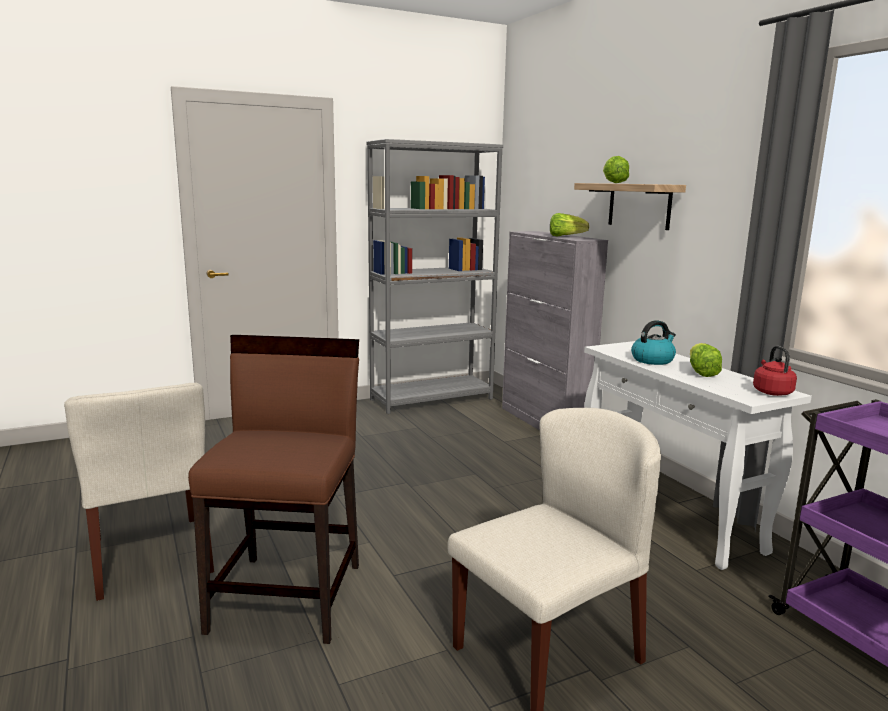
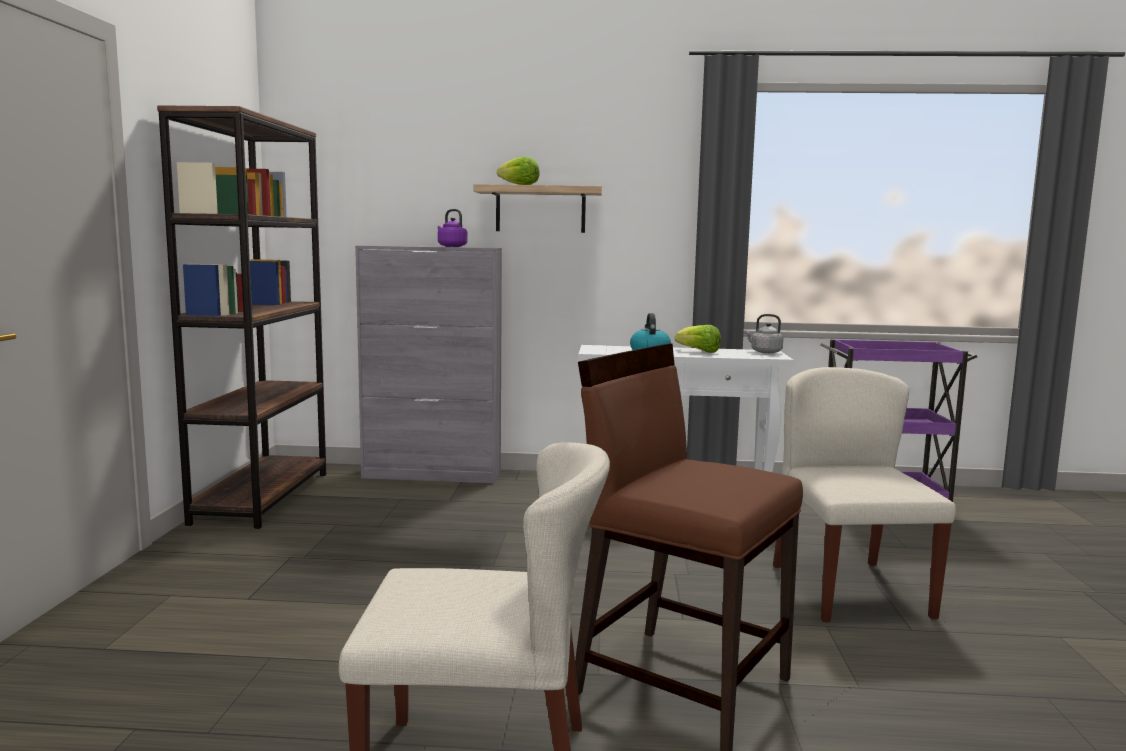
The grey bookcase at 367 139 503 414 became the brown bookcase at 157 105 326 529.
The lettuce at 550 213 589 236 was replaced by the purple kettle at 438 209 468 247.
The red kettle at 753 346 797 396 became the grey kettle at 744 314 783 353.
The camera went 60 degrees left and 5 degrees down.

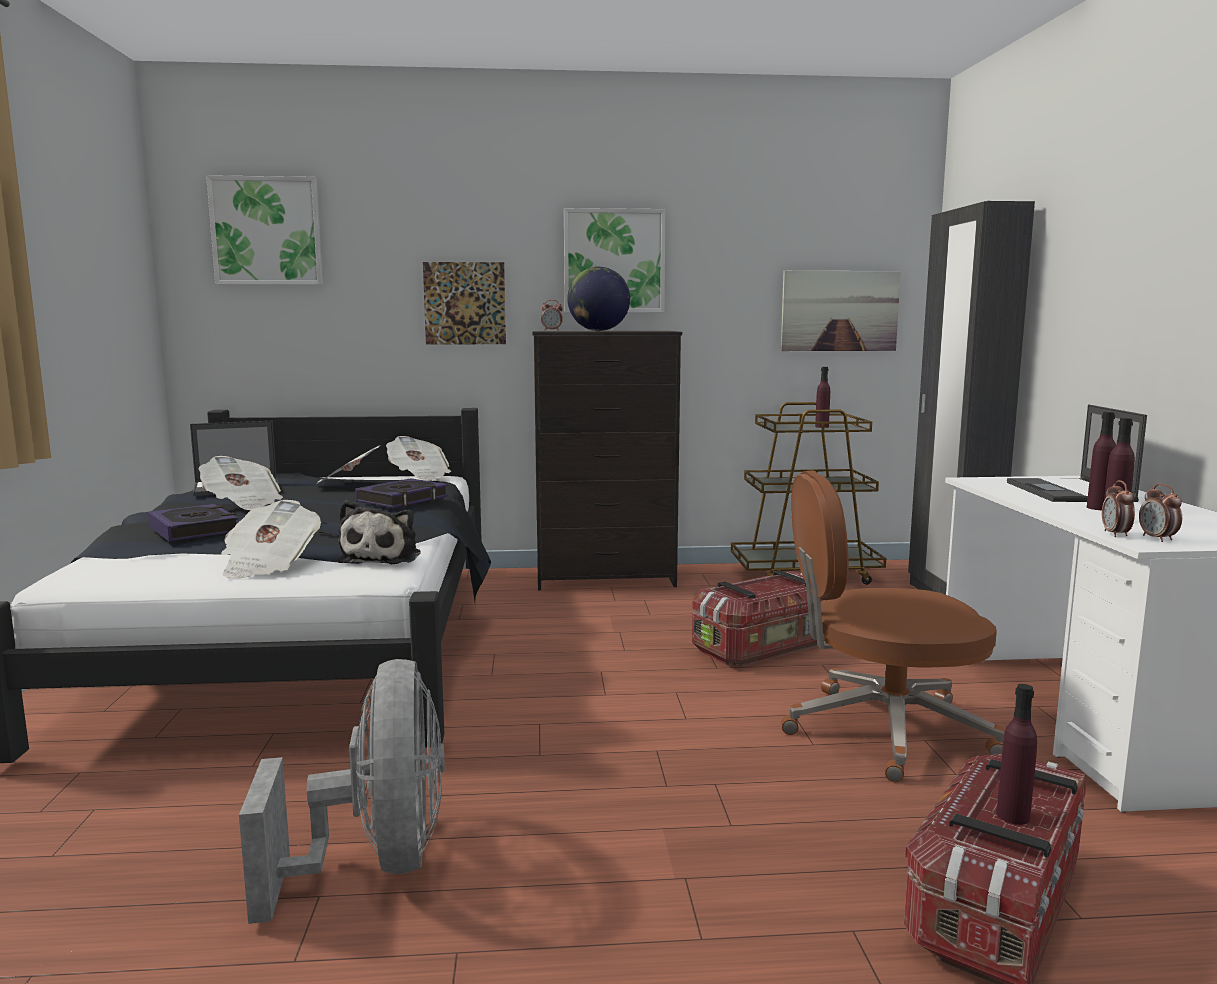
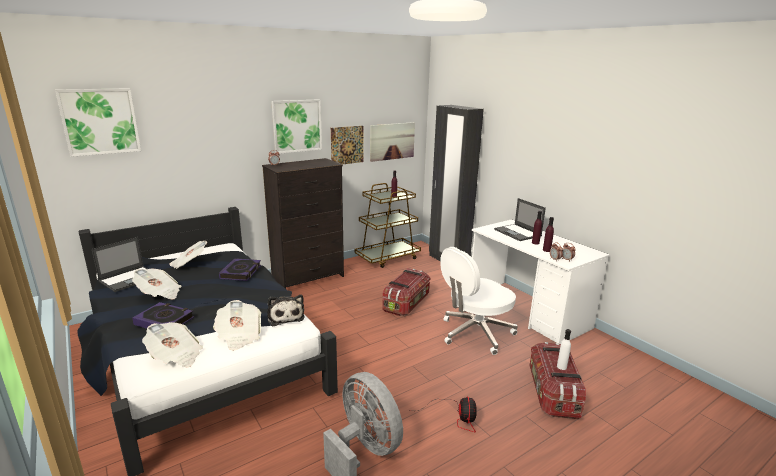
The newspaper moved from 386 436 451 481 to 142 322 203 367.
The picture moved from 423 262 506 344 to 331 126 363 164.
The fan at 417 397 477 432 appeared.
The brown office chair at 781 470 1005 782 became the white office chair at 440 247 518 355.
The purple bottle at 996 684 1037 825 became the white bottle at 557 329 571 370.
The globe at 567 267 630 331 disappeared.
The camera went 30 degrees left and 10 degrees up.

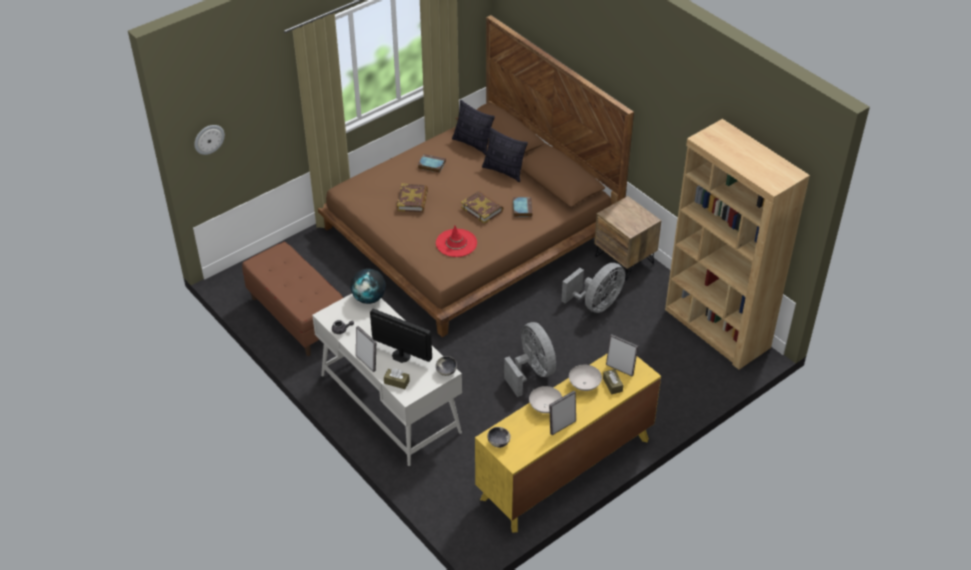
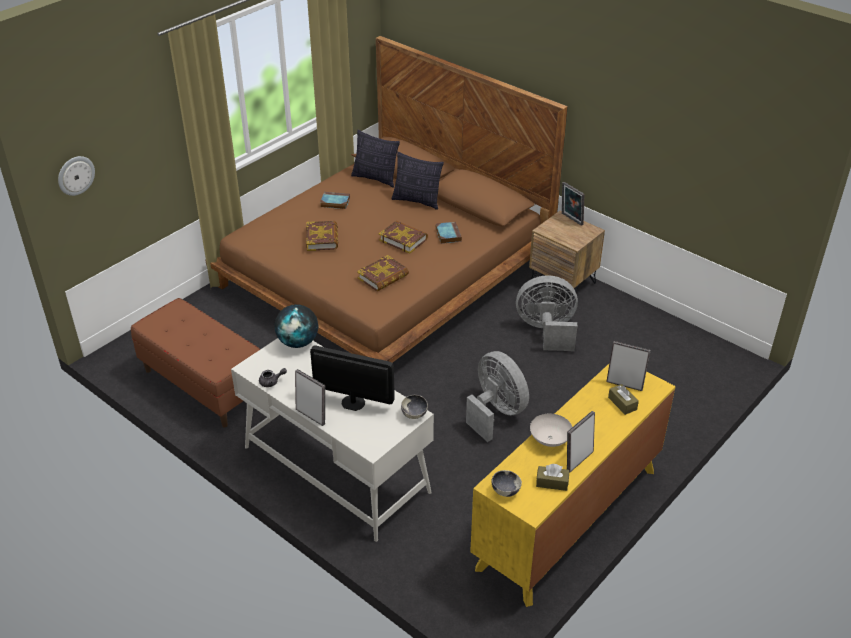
The red hat at 436 226 477 257 was replaced by the book at 357 255 409 292.
The grey fan at 561 263 625 313 turned 120 degrees counterclockwise.
The brown tissue box moved from 384 368 410 389 to 536 464 569 491.
The picture frame at 562 182 584 226 appeared.
The white bowl at 569 364 602 391 disappeared.
The brown bookcase at 665 119 810 370 disappeared.
The camera went 10 degrees left and 5 degrees down.

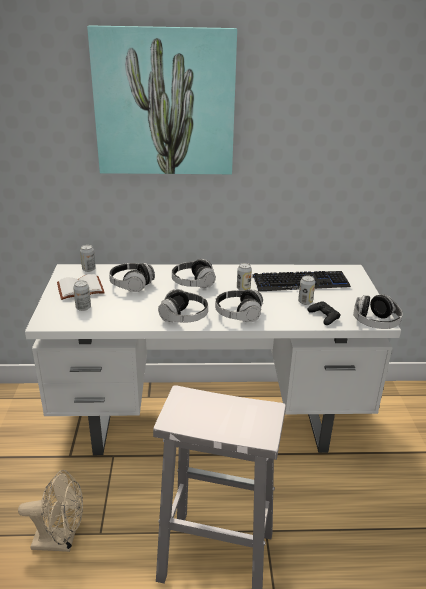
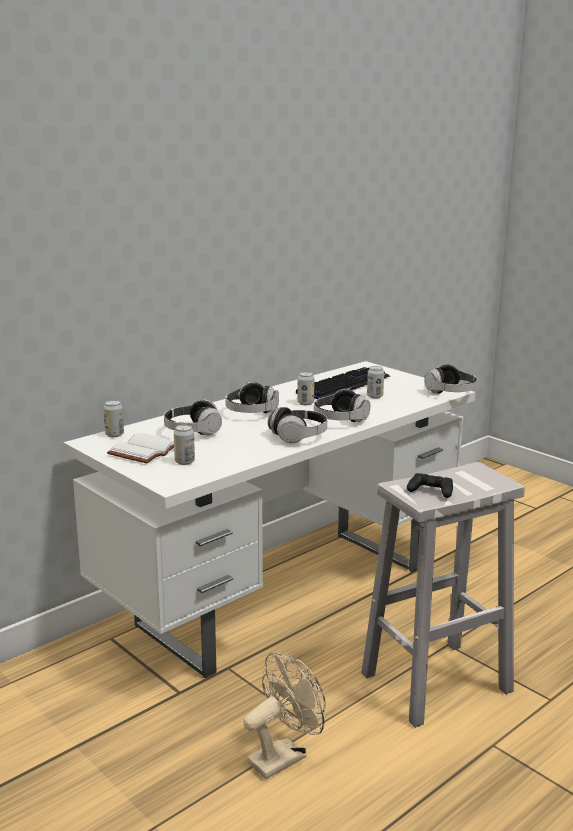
The black game controller moved from 307 301 340 325 to 407 473 453 498.
The picture at 87 25 237 174 disappeared.
The camera went 40 degrees left and 10 degrees down.

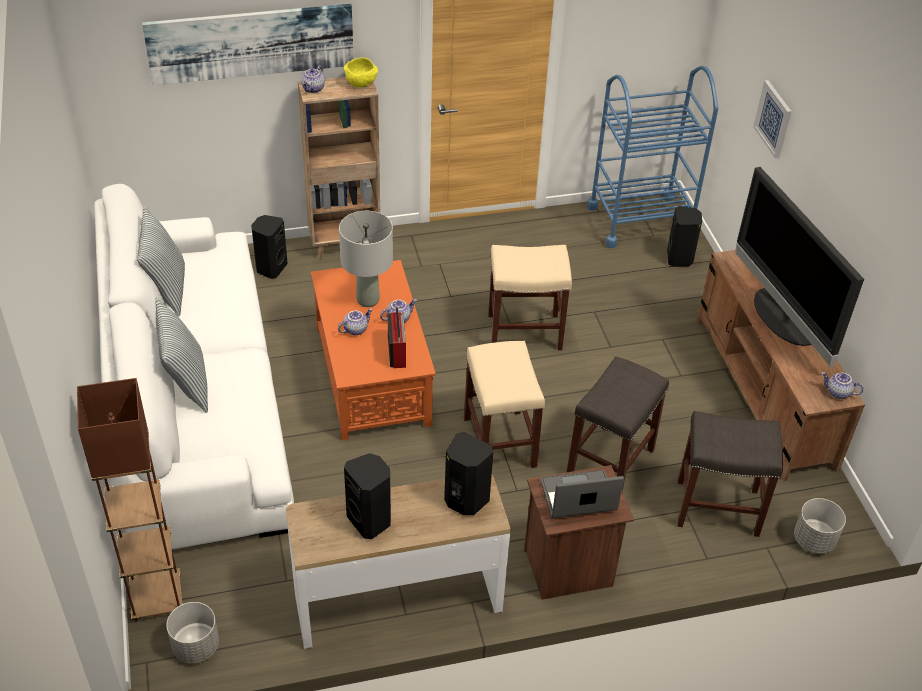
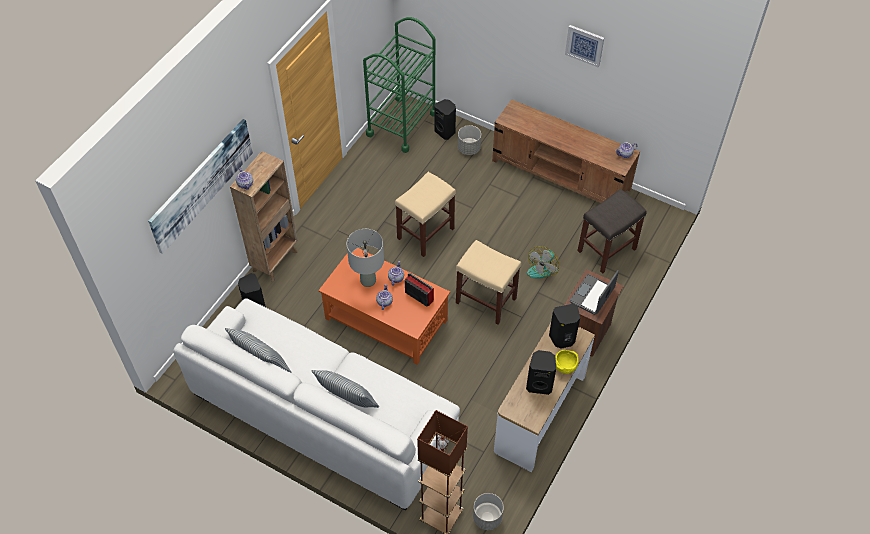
The blue cart at 587 66 718 248 became the green cart at 363 17 435 153.
The grey planter moved from 794 498 846 554 to 458 125 481 155.
The grey stool at 567 356 669 491 was replaced by the fan at 527 246 559 279.
The yellow bowl moved from 344 57 378 88 to 555 350 579 374.
The picture moved from 753 80 792 159 to 565 25 604 67.
The television at 735 167 864 368 disappeared.
The camera went 45 degrees left and 10 degrees up.

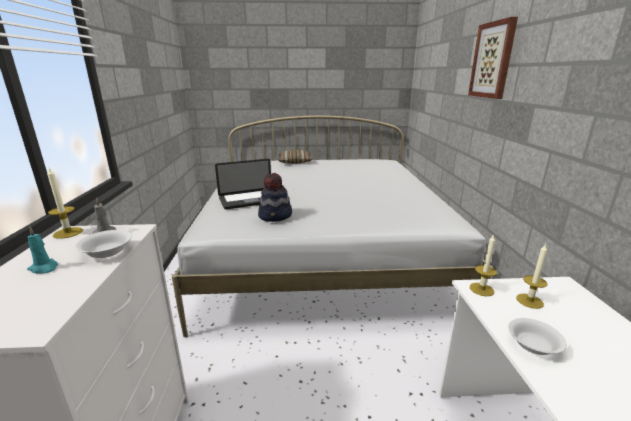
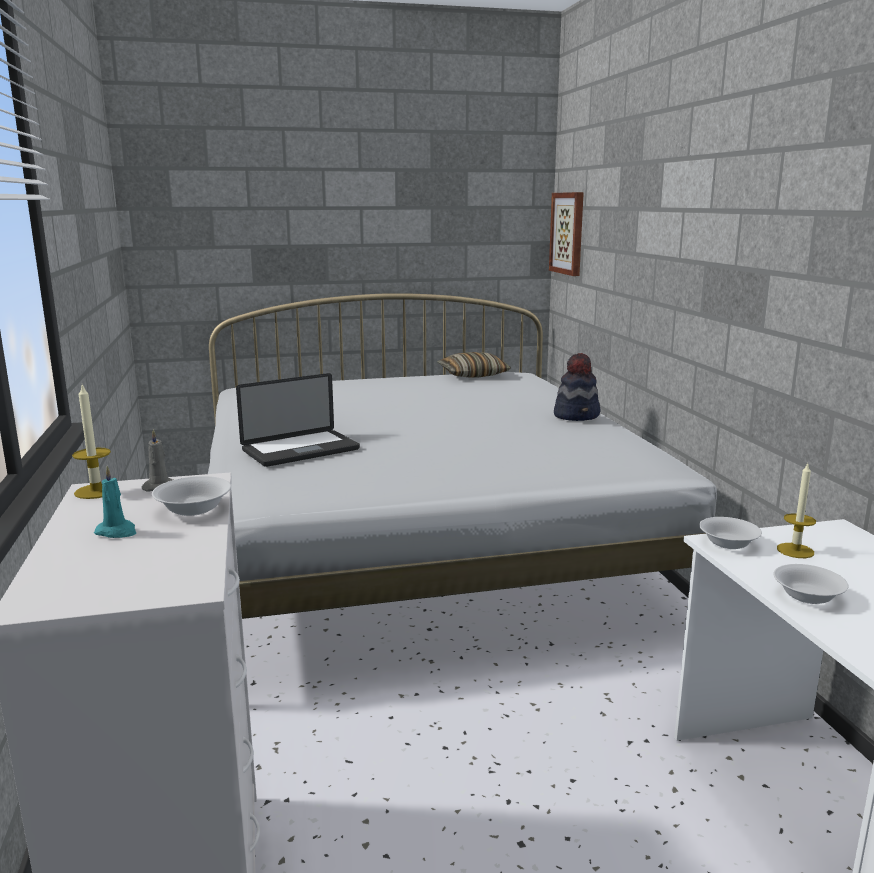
The pillow moved from 279 149 312 164 to 437 352 511 378.
The picture moved from 468 17 518 99 to 549 192 584 276.
The hat moved from 258 173 292 222 to 554 353 600 421.
The candle at 470 234 497 296 was replaced by the white bowl at 699 517 762 549.
The camera went 10 degrees left and 5 degrees down.

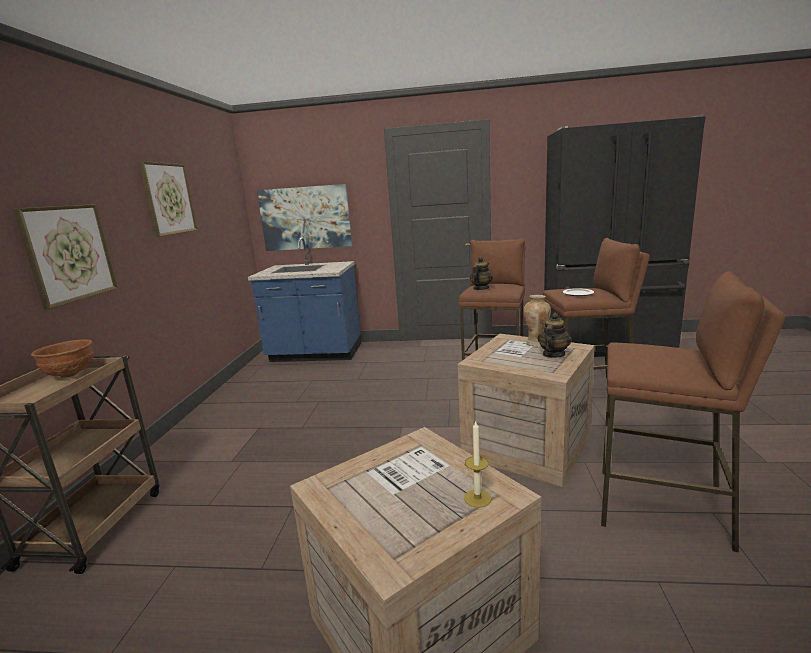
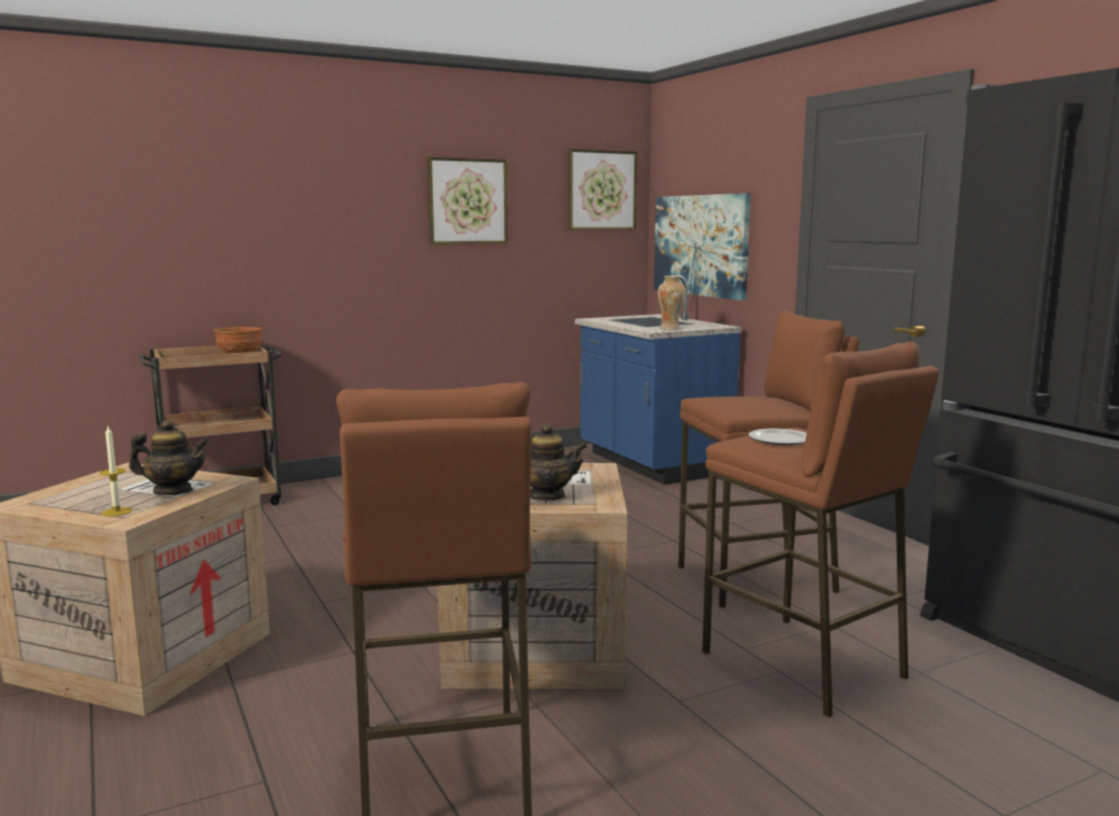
The teapot moved from 470 257 493 290 to 129 419 209 495.
The picture moved from 13 204 118 309 to 568 149 638 230.
The vase moved from 523 295 551 346 to 658 276 686 330.
The camera went 55 degrees right and 5 degrees down.

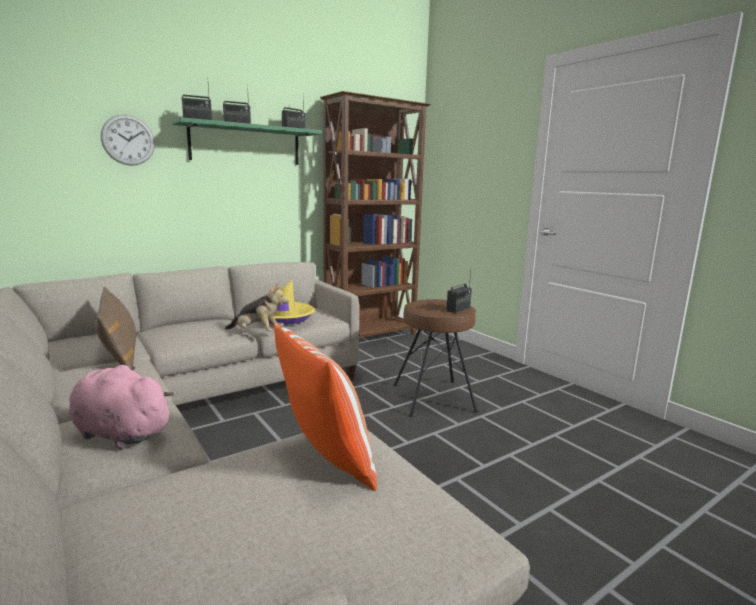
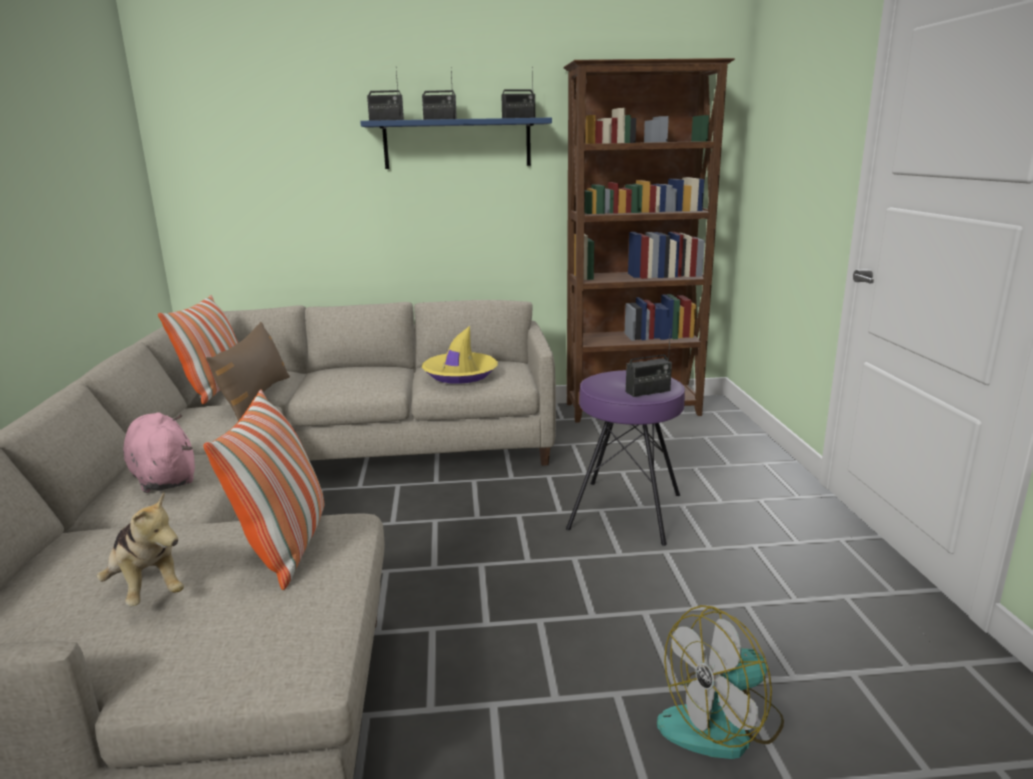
The plush toy moved from 225 282 289 331 to 97 492 184 606.
The pillow at 158 295 238 404 appeared.
The green shelf at 171 117 322 165 became the blue shelf at 360 118 552 169.
The brown stool at 394 299 478 417 became the purple stool at 566 370 685 546.
The fan at 657 605 784 759 appeared.
The wall clock at 101 114 155 166 disappeared.
The camera went 30 degrees right and 5 degrees up.

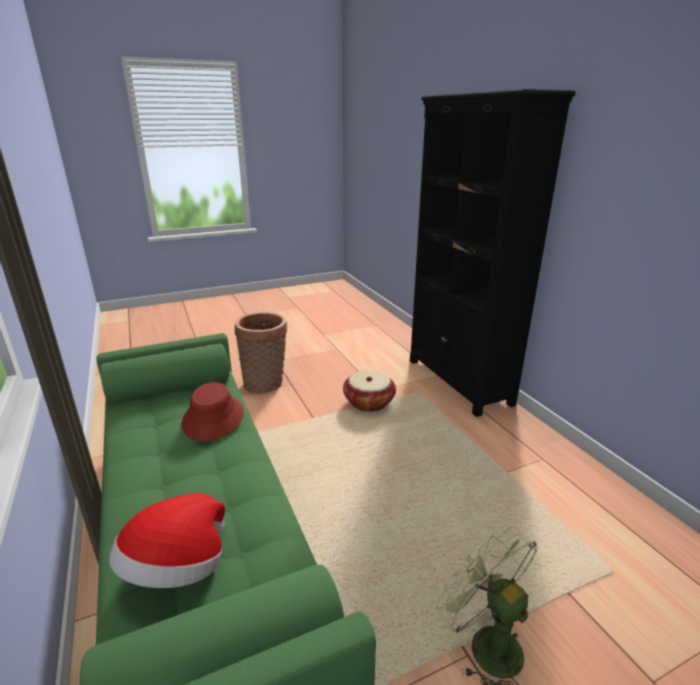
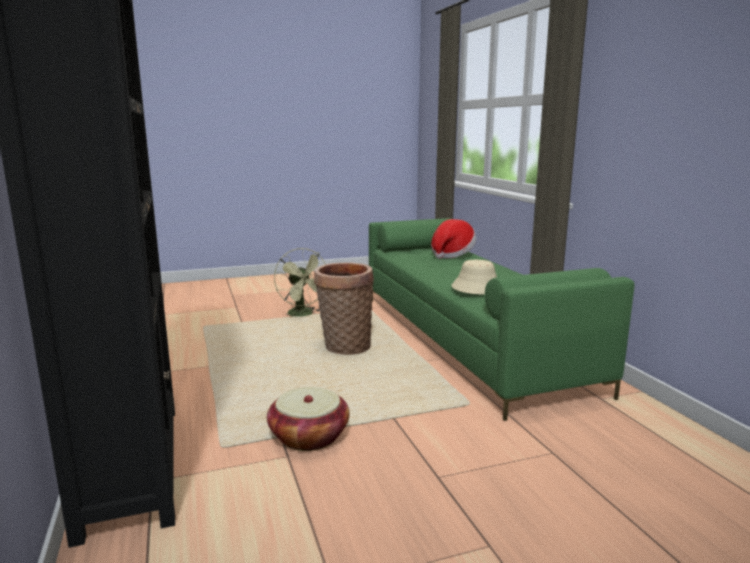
The basket moved from 235 312 287 394 to 314 263 374 355.
The red hat at 181 382 244 442 became the beige hat at 451 260 497 295.
The camera went 175 degrees left and 10 degrees down.

